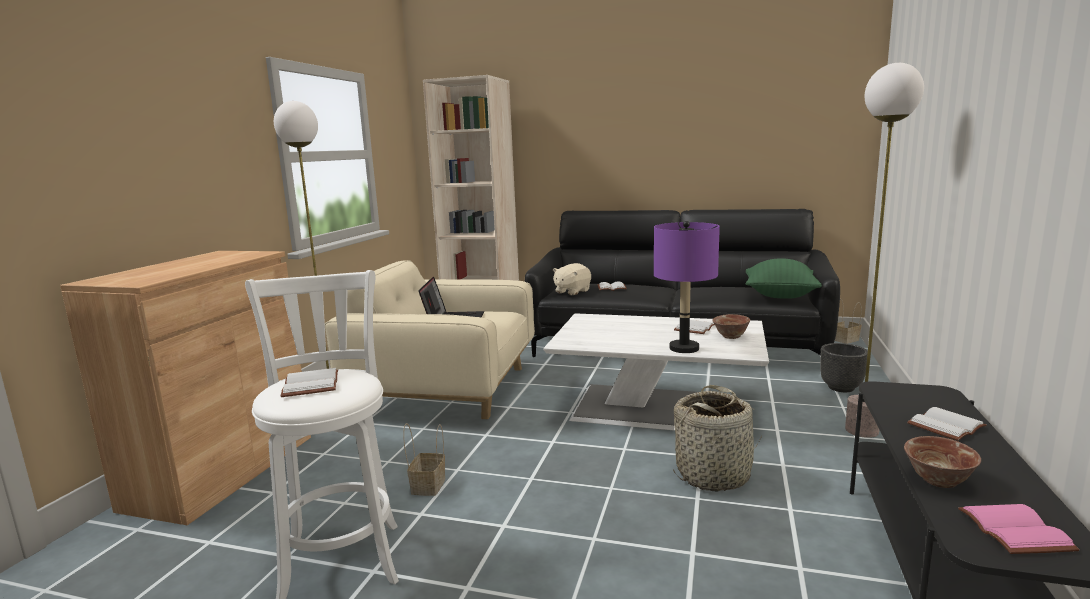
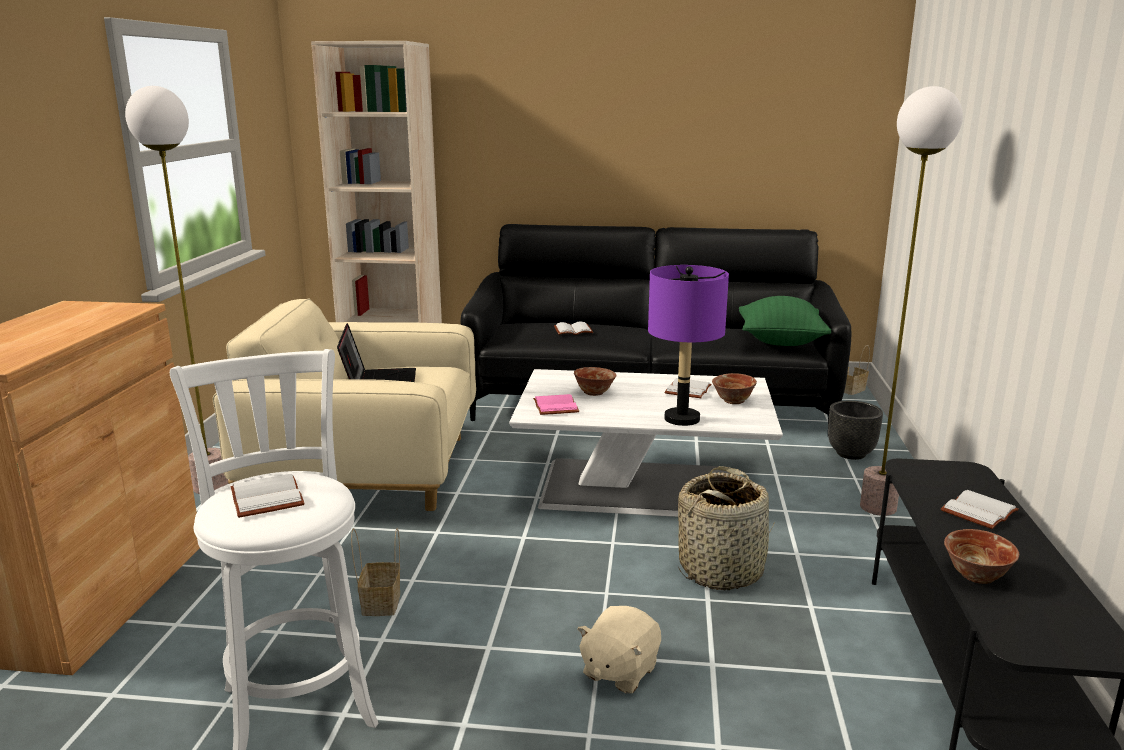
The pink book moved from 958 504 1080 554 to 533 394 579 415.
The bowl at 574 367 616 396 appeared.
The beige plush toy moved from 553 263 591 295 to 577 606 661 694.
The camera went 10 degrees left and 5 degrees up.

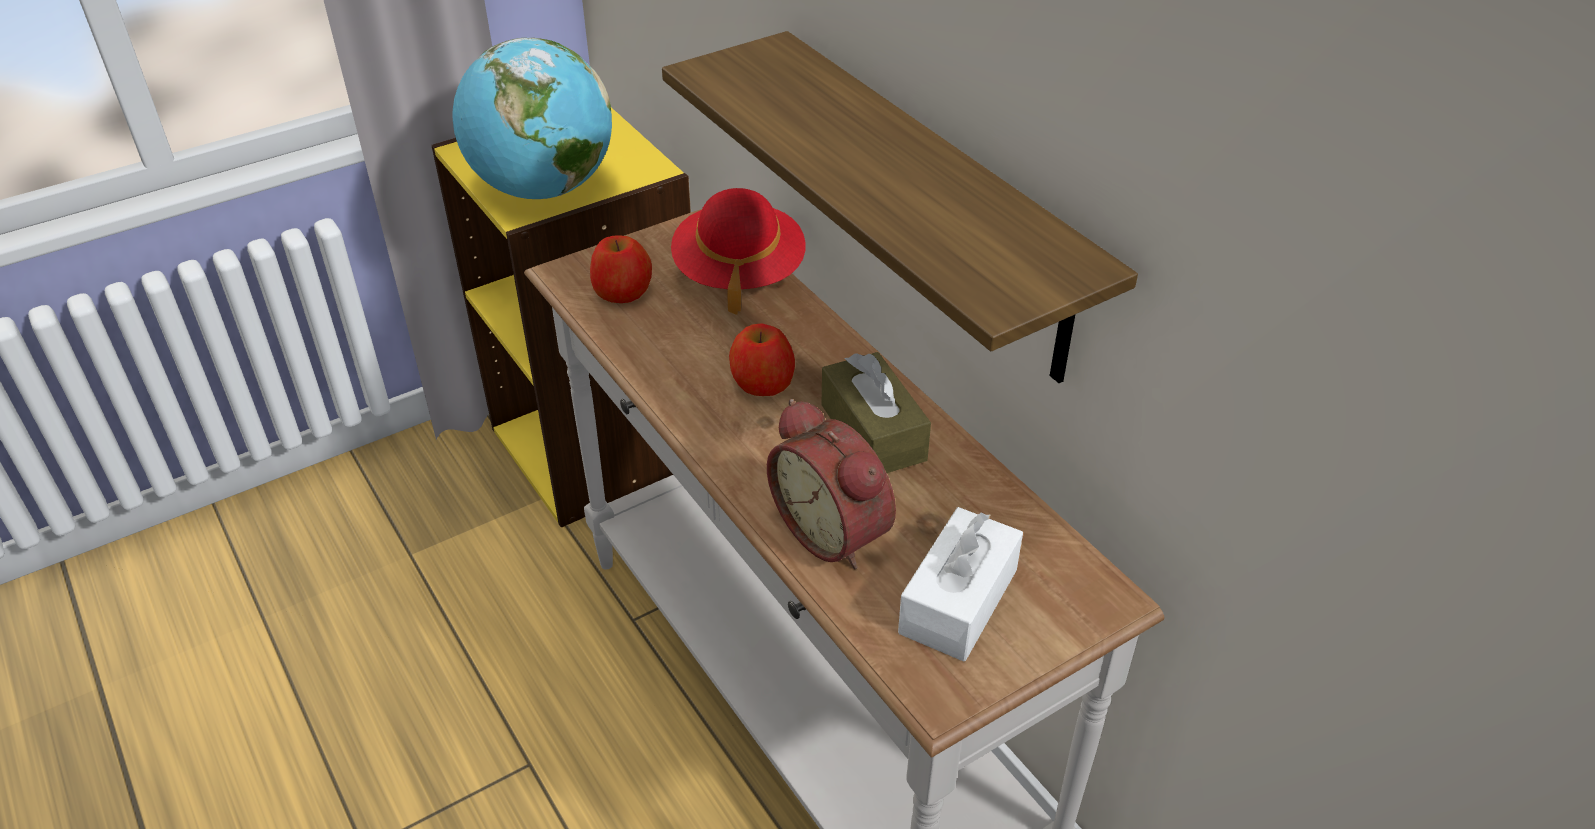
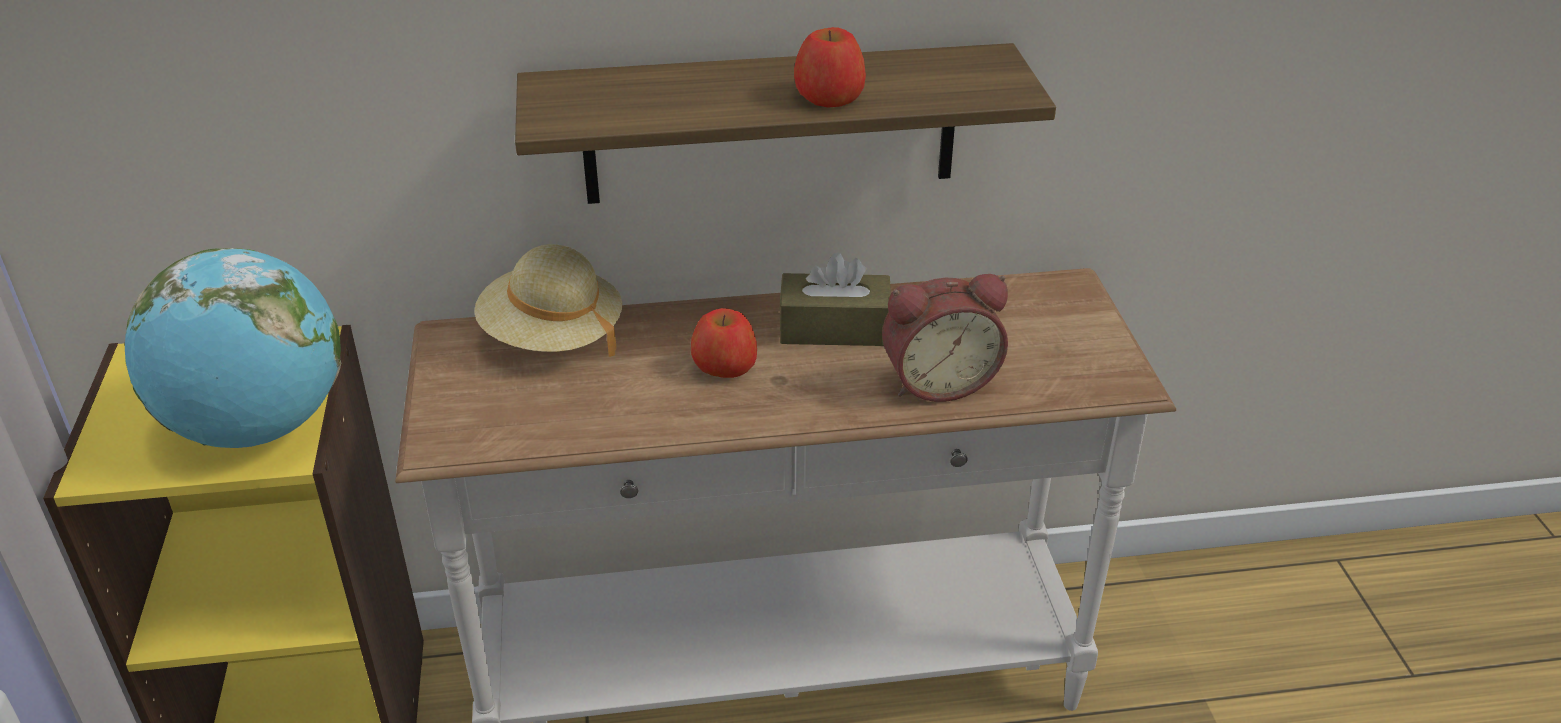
The red hat at 671 188 806 315 became the beige hat at 474 244 622 357.
The apple moved from 590 235 652 303 to 794 27 866 108.
The white tissue box at 898 507 1023 662 disappeared.
The camera went 65 degrees left and 5 degrees down.

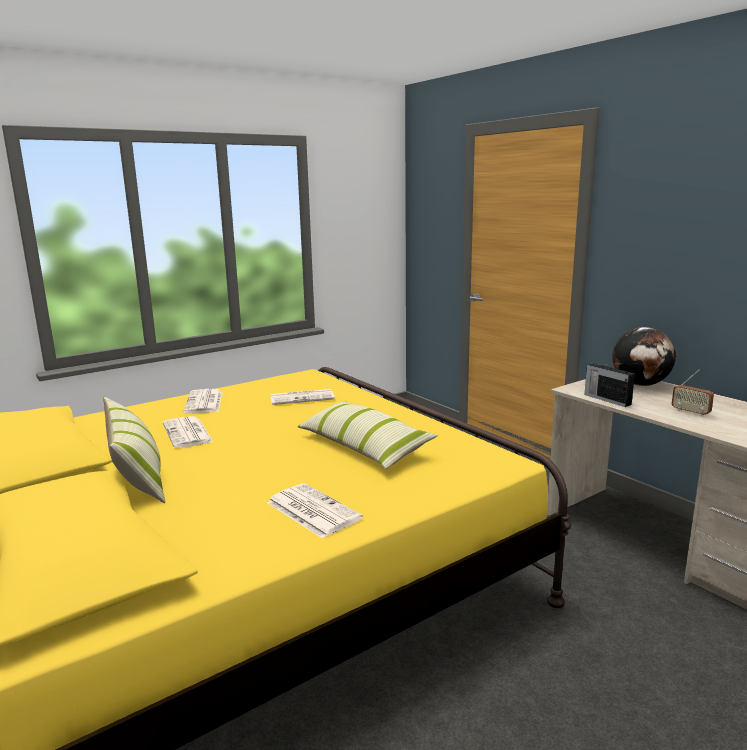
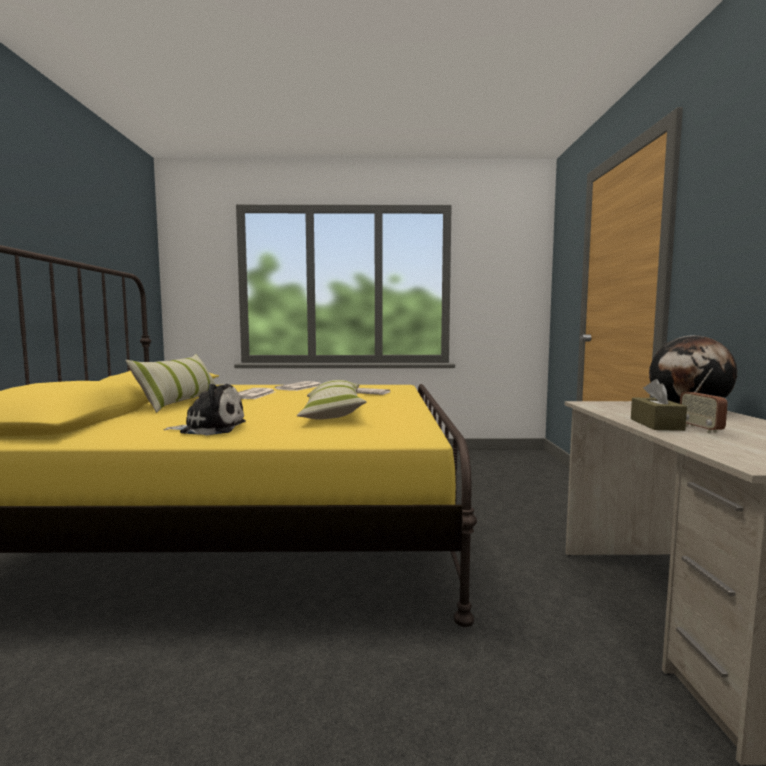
The newspaper at 267 483 363 539 was replaced by the plush toy at 163 383 246 436.
The brown tissue box at 631 379 687 431 appeared.
The radio at 585 363 635 407 disappeared.
The camera went 35 degrees right and 10 degrees down.

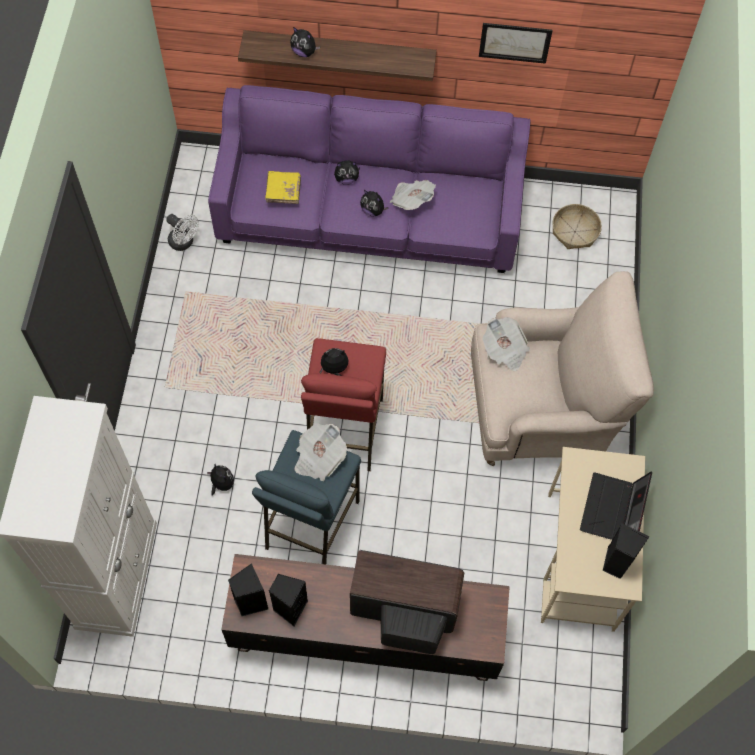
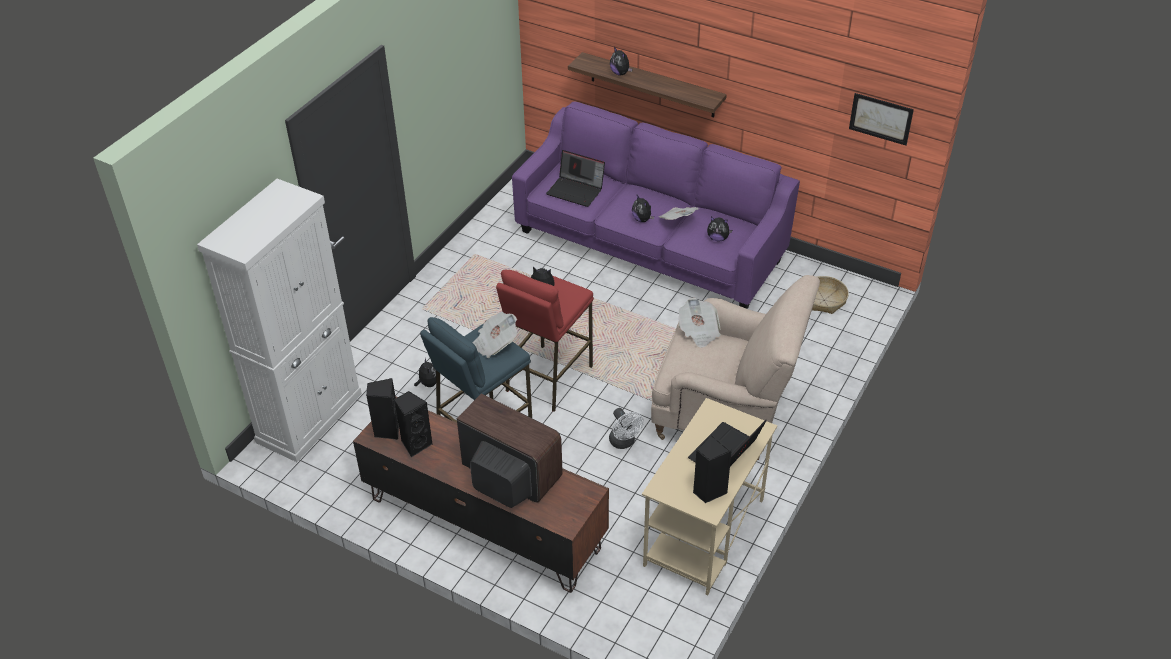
The yellow book at 265 171 301 204 was replaced by the laptop at 546 150 605 207.
The white fan moved from 166 214 199 251 to 609 408 644 449.
The plush toy moved from 334 160 360 185 to 707 217 732 242.
The picture moved from 479 23 552 64 to 849 93 914 146.
The camera went 25 degrees right and 20 degrees down.

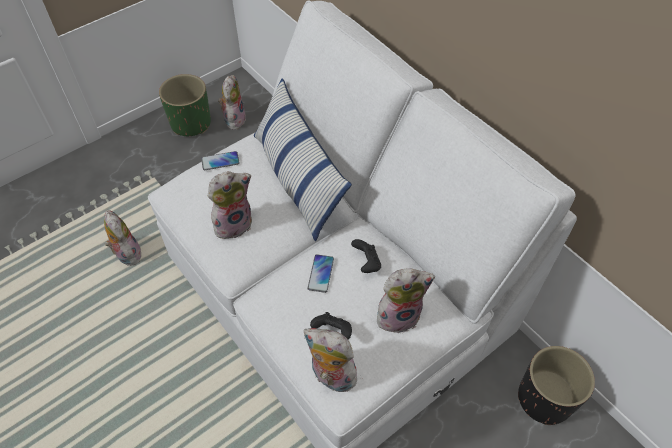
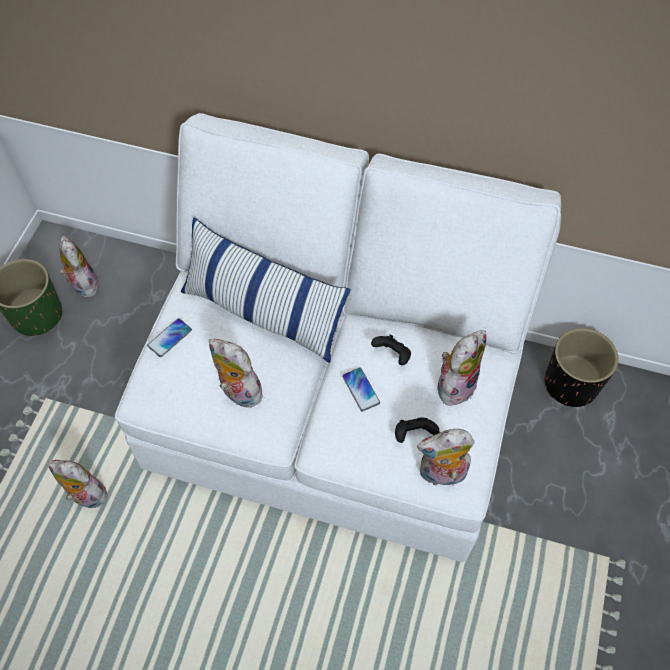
The plush toy at 208 171 252 239 turned 75 degrees counterclockwise.
The camera went 35 degrees left and 5 degrees up.

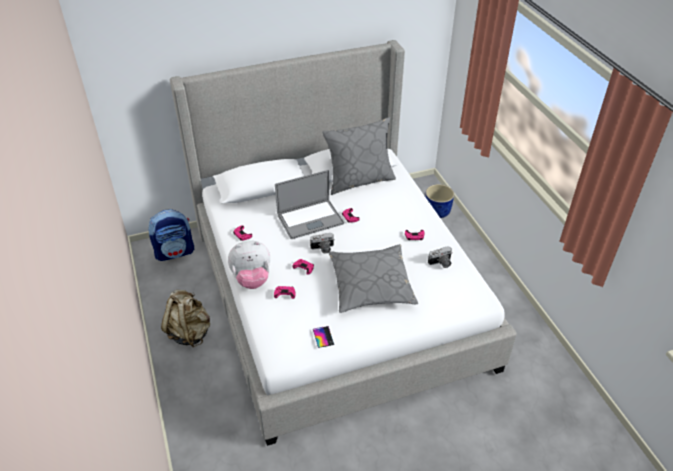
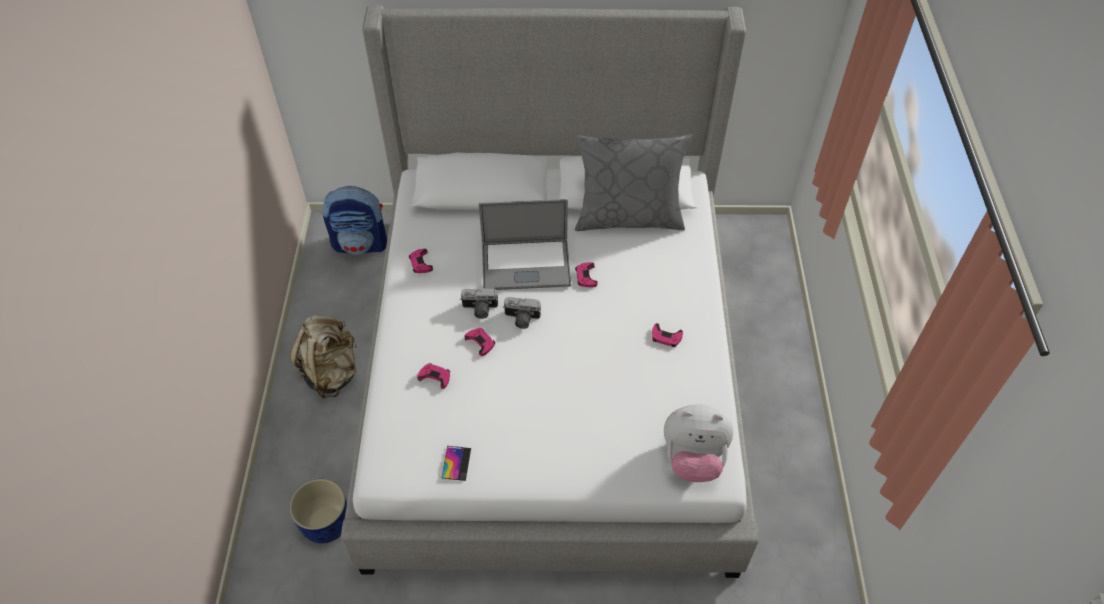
The blue planter moved from 425 184 454 218 to 290 479 347 543.
The photo camera moved from 428 246 453 268 to 460 288 498 319.
The plush toy moved from 228 240 270 289 to 664 404 733 482.
The grey pillow at 328 244 418 313 disappeared.
The camera went 20 degrees right and 10 degrees up.

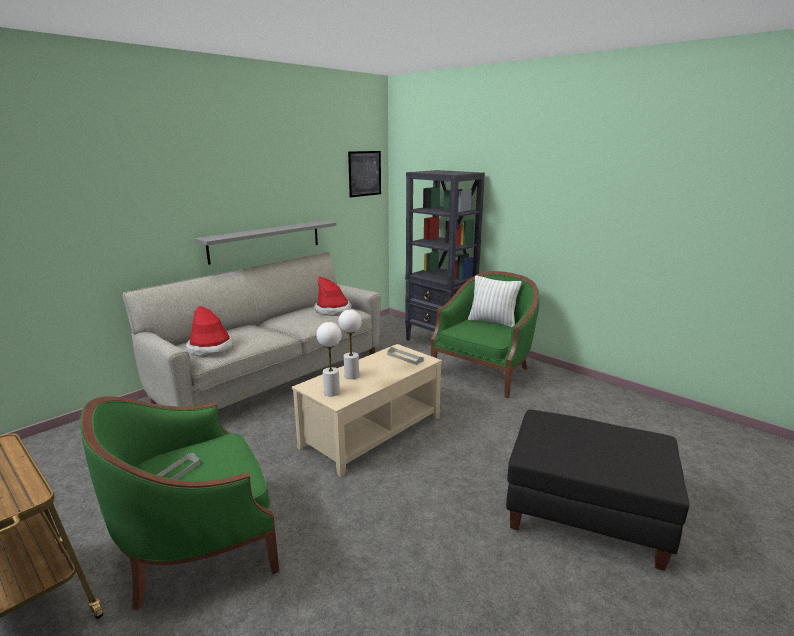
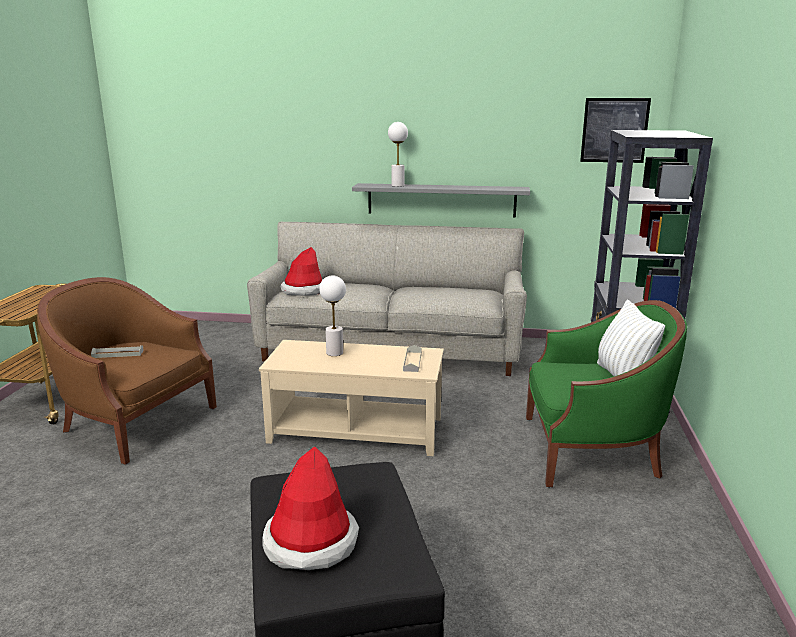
The green armchair at 80 396 279 611 became the brown armchair at 37 277 217 465.
The hat moved from 314 276 352 316 to 262 446 359 570.
The white table lamp moved from 317 322 342 396 to 388 122 408 187.
The camera went 55 degrees right and 0 degrees up.

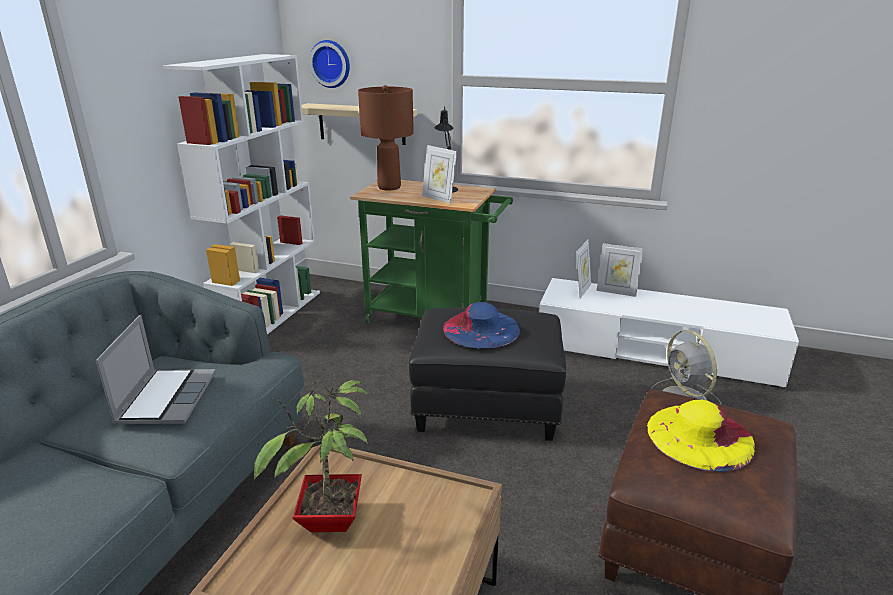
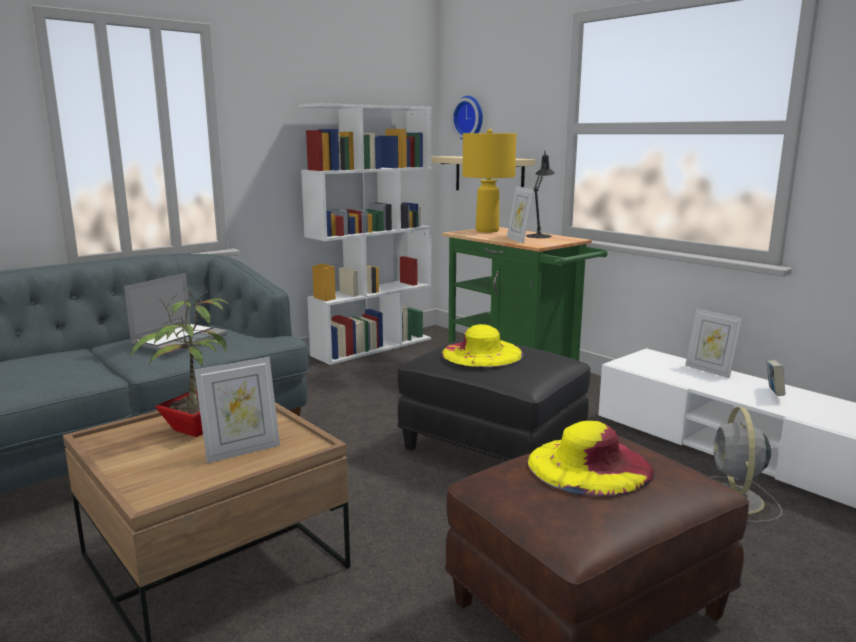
The picture frame moved from 576 240 591 298 to 195 357 280 463.
The blue hat at 443 302 520 349 became the yellow hat at 442 324 523 367.
The brown table lamp at 358 85 414 190 became the yellow table lamp at 462 129 516 233.
The book at 767 360 785 396 appeared.
The camera went 30 degrees right and 10 degrees down.

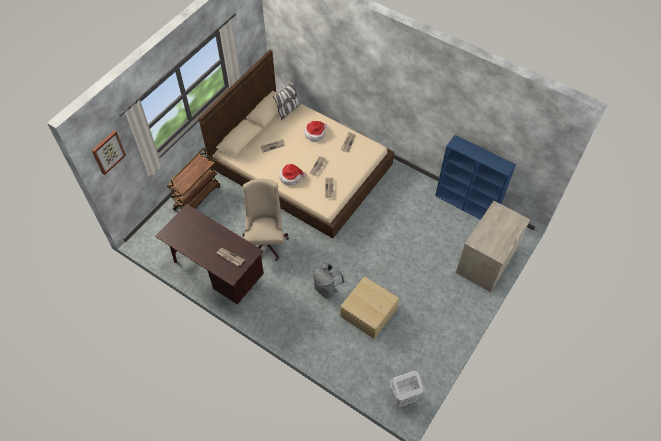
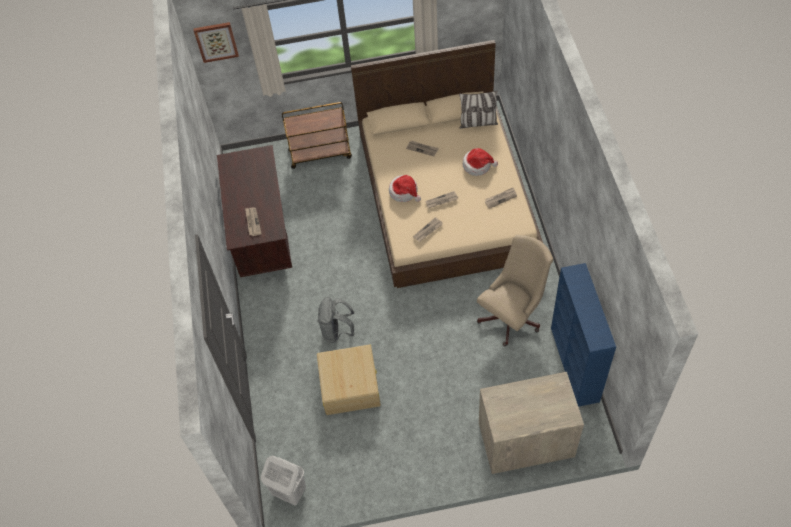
The beige office chair moved from 243 179 289 261 to 477 235 554 346.
The camera went 50 degrees right and 0 degrees up.

